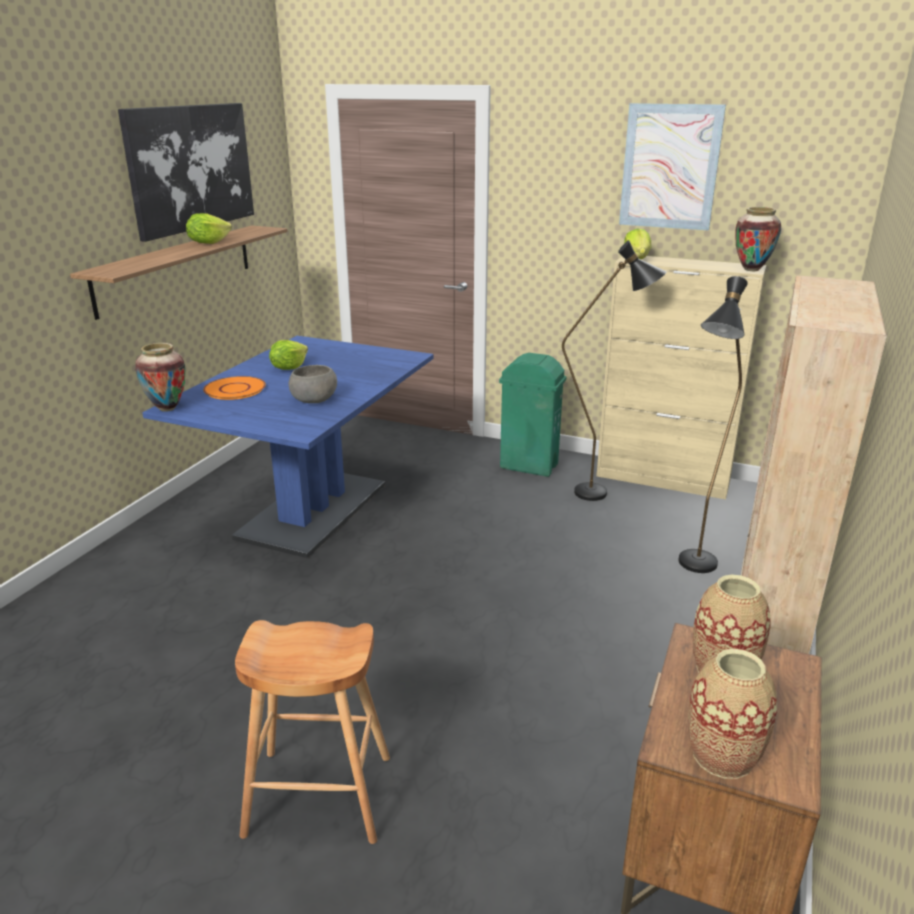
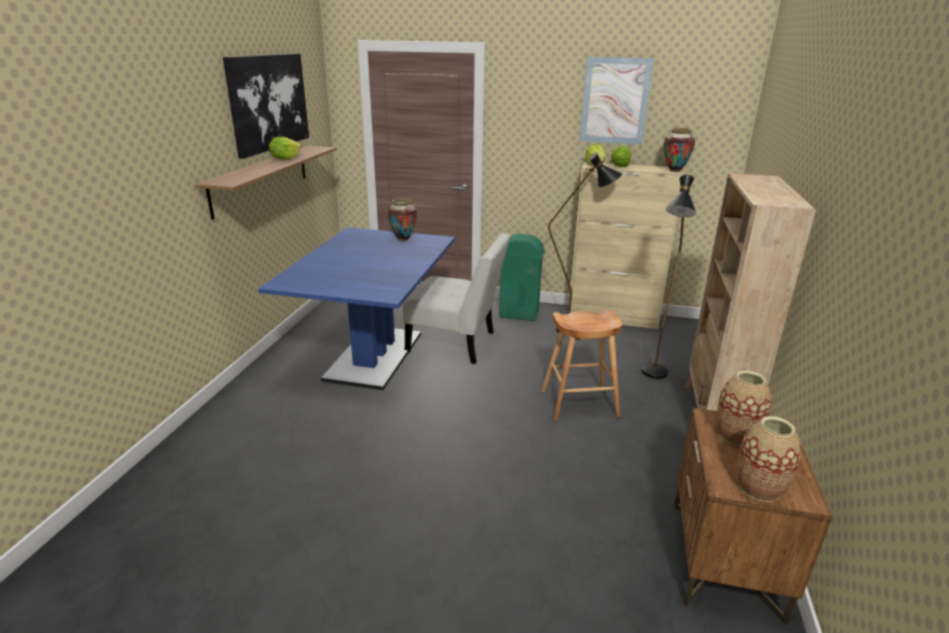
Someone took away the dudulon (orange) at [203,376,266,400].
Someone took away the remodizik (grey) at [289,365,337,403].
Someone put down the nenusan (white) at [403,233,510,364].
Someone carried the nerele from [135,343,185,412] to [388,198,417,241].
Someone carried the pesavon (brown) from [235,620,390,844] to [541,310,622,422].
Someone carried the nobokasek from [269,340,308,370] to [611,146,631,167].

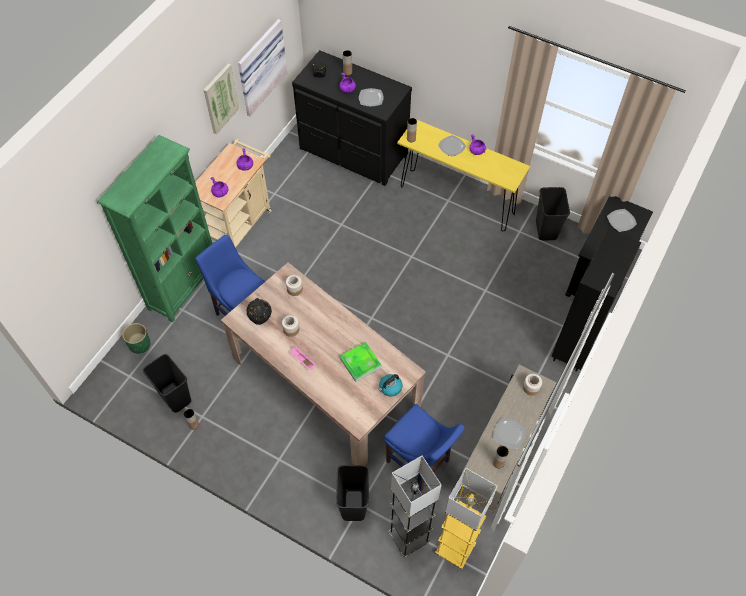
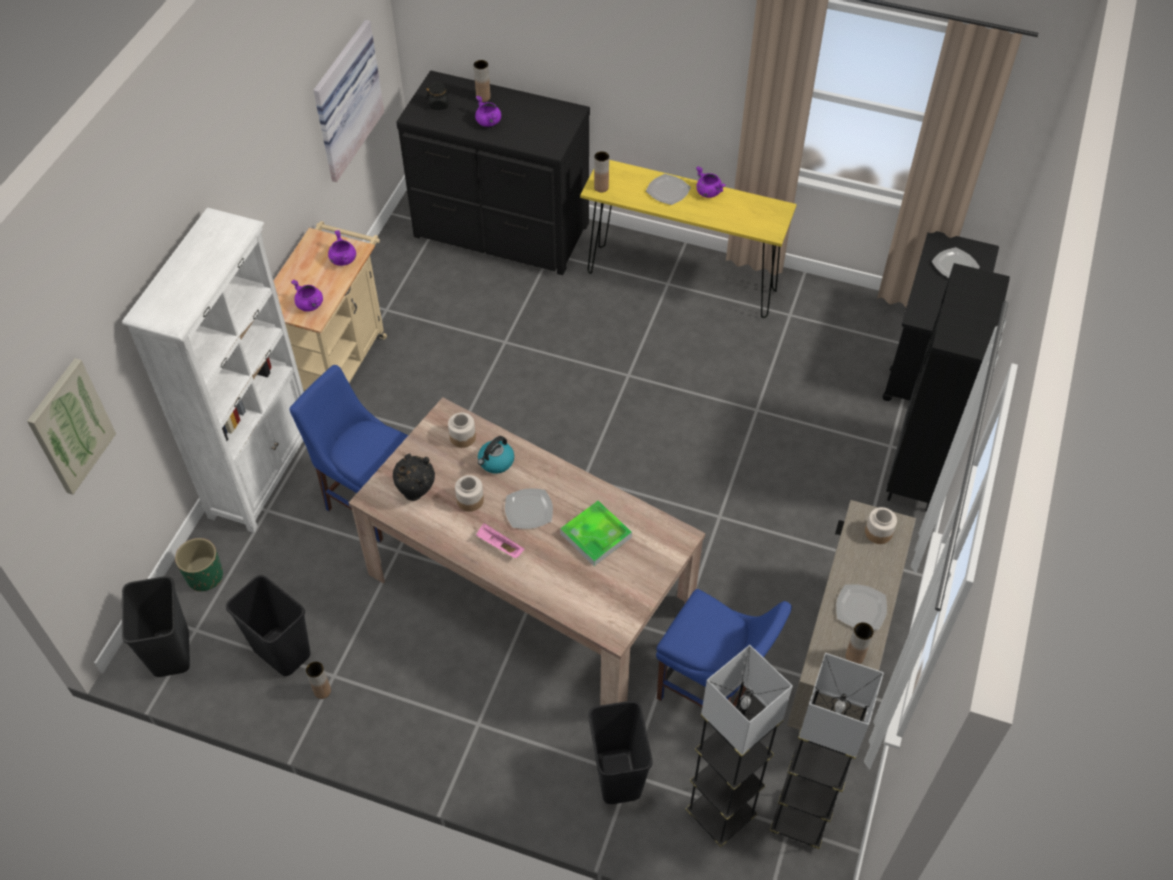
Someone carried the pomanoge from [204,64,239,134] to [27,358,116,495].
Someone carried the dudulon from [359,88,384,107] to [505,488,553,529].
Someone carried the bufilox from [379,374,403,396] to [478,436,514,474].
Someone carried the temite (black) from [536,187,570,241] to [122,576,190,677].
Someone repainted the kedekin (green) at [97,135,212,323], which became the kedekin (white) at [122,208,304,533].
Someone repainted the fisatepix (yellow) at [435,468,498,569], which became the fisatepix (grey) at [770,653,884,849].

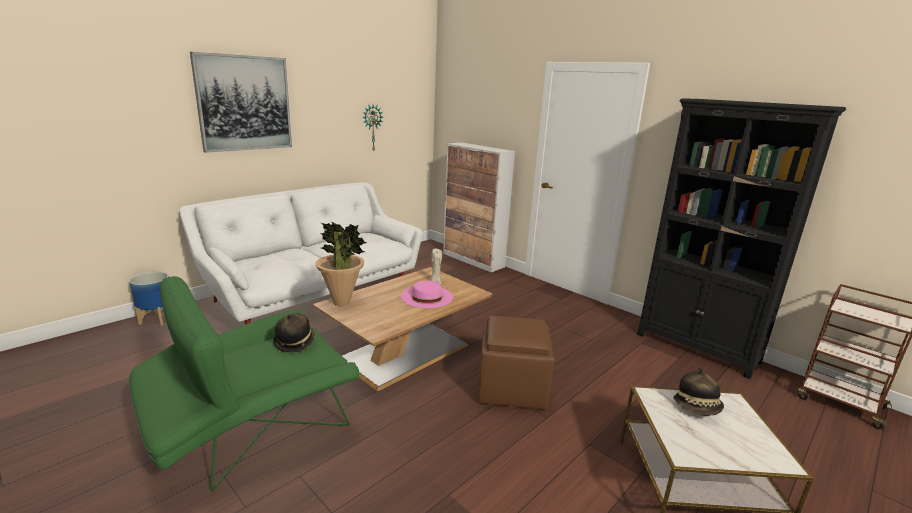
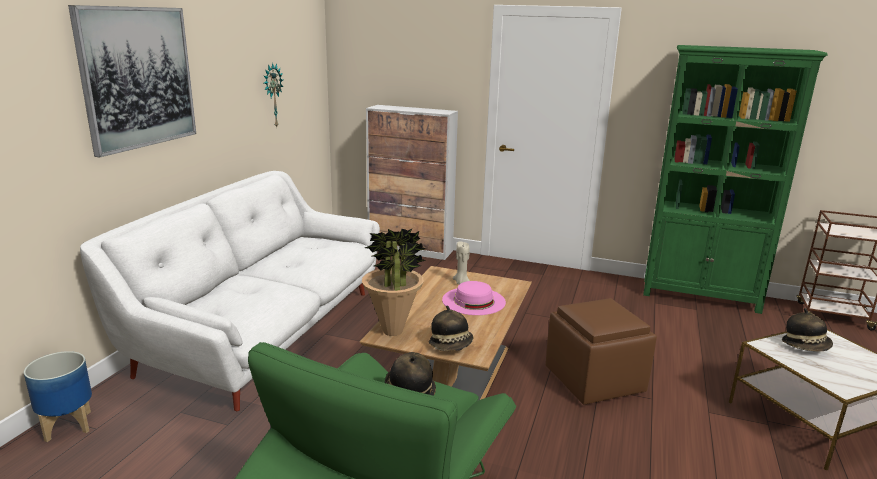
Someone put down the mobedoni at [429,305,473,351].
Someone repainted the kedekin (black) at [637,98,846,379], which became the kedekin (green) at [643,45,828,314].

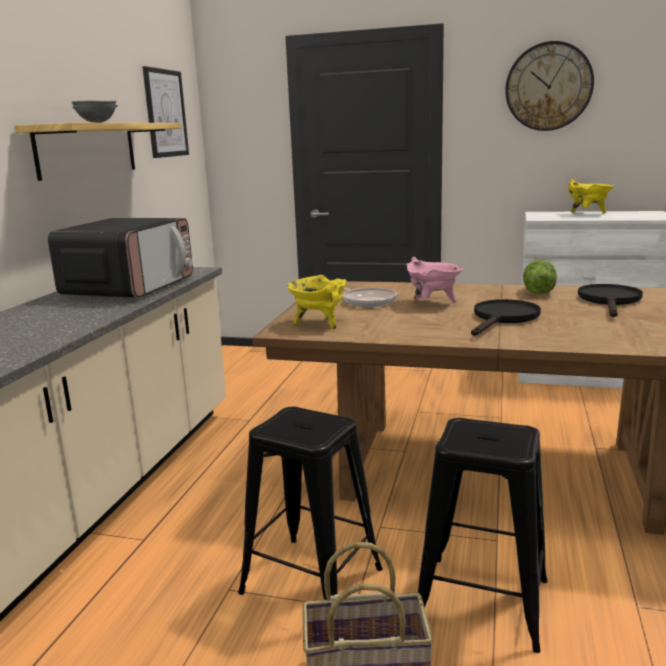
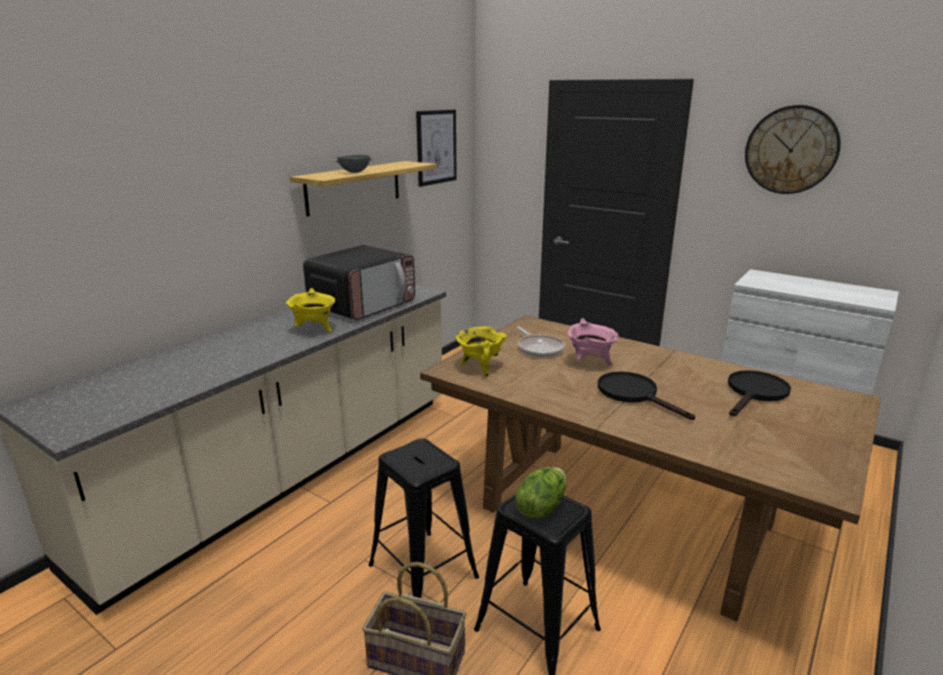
Someone carried the nobokasek from [523,260,557,294] to [515,467,566,519].
Someone carried the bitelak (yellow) from [568,179,614,213] to [286,288,335,332].
Someone rotated the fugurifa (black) at [471,299,541,336] by 90 degrees counterclockwise.

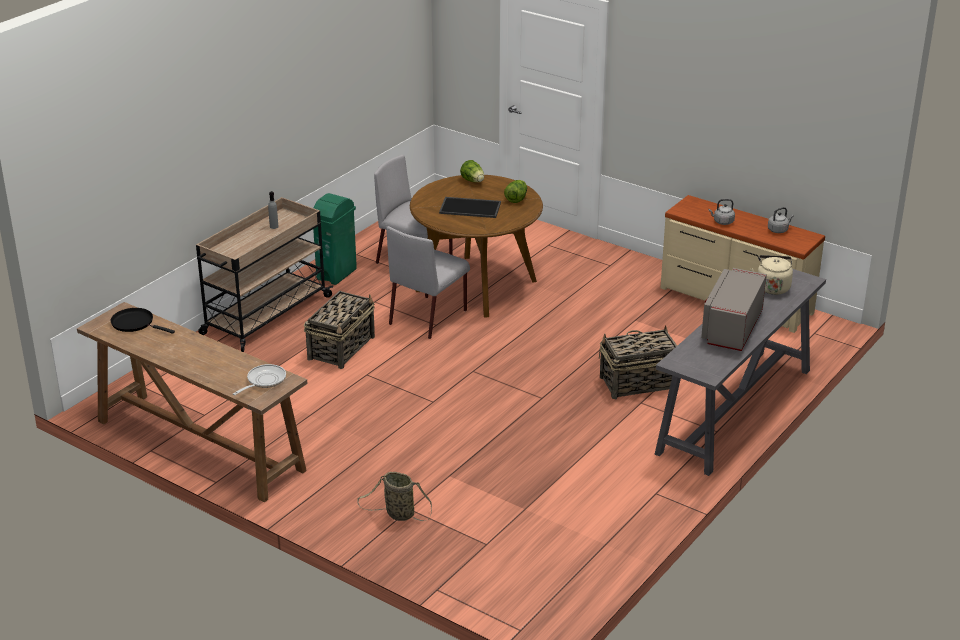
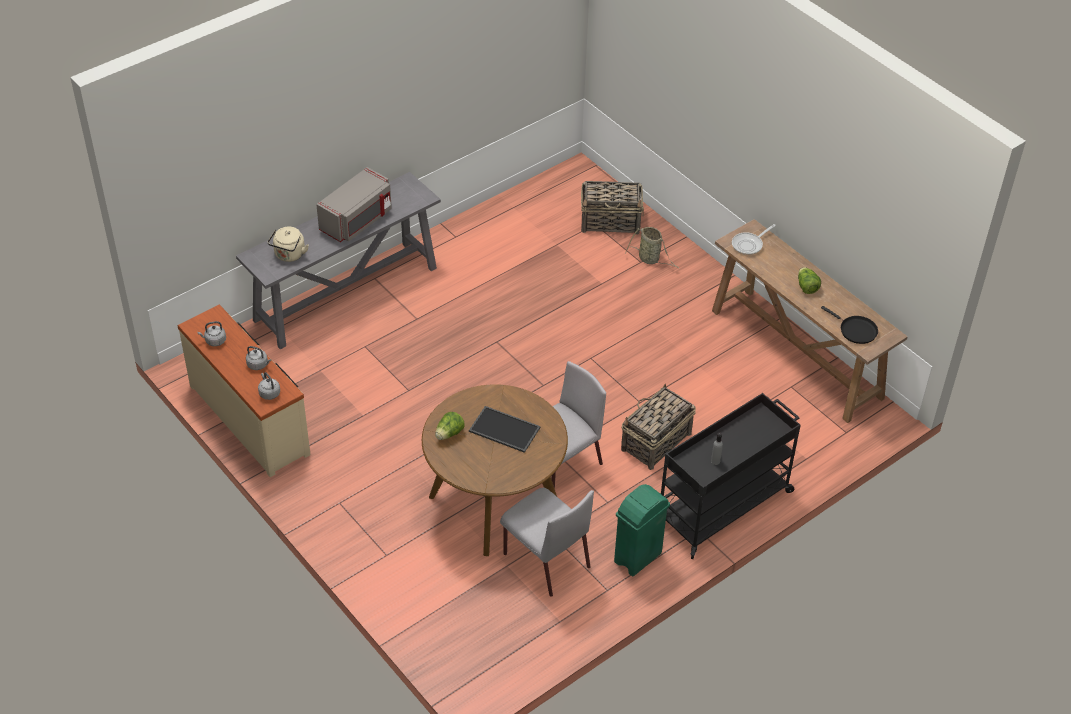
Someone put down the bufilox (grey) at [258,372,280,400].
Someone carried the nobokasek from [460,160,484,182] to [798,267,821,294].
Someone carried the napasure from [599,325,677,399] to [581,181,644,235].
Someone repainted the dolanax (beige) at [196,197,333,352], which became the dolanax (black) at [661,393,801,559].

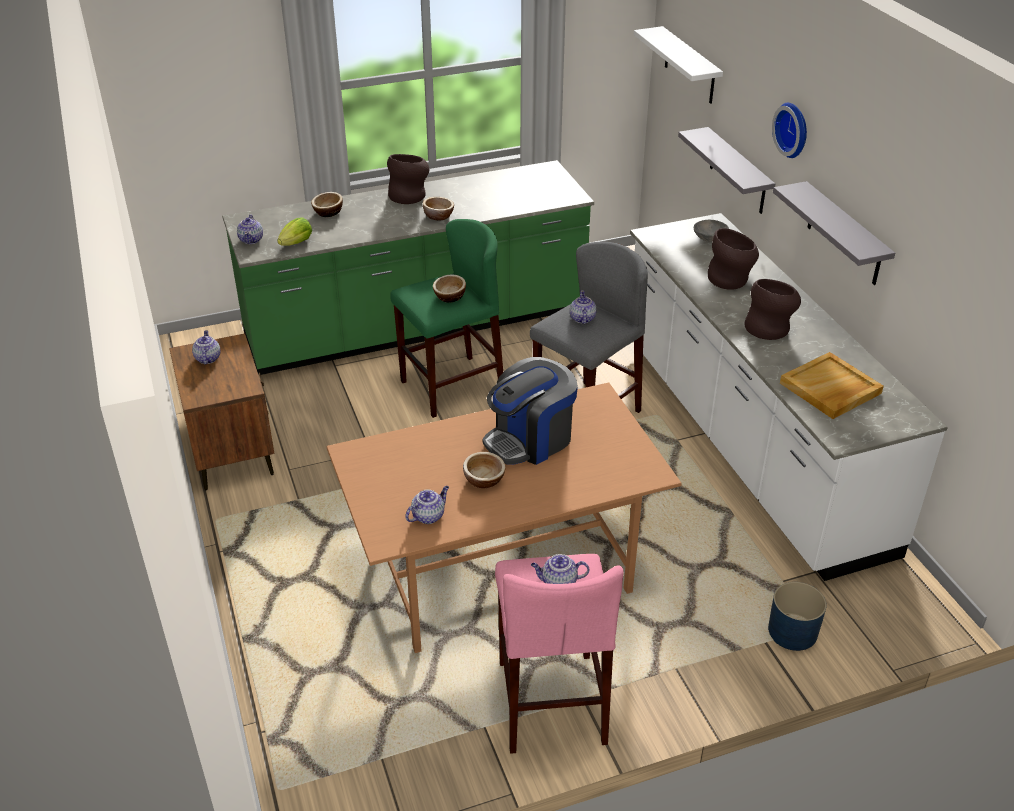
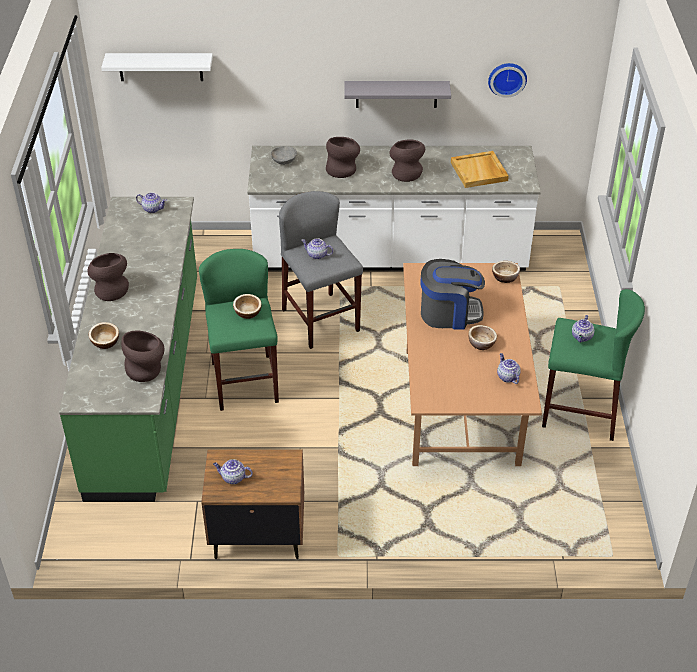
Someone took away the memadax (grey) at [678,127,775,214].
Someone took away the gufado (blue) at [768,582,827,651].
Someone carried the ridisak from [237,215,263,244] to [136,193,167,213].
Someone carried the remodizik from [423,197,454,221] to [492,261,520,283].
Someone carried the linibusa from [772,103,807,158] to [488,63,527,98].
Someone swapped the nobokasek at [277,217,312,246] for the nerele (brown) at [121,331,165,382].
Someone repainted the pesavon (pink) at [495,554,624,754], which became the pesavon (green) at [542,289,645,441].
Someone rotated the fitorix at [482,357,578,465] by 75 degrees counterclockwise.

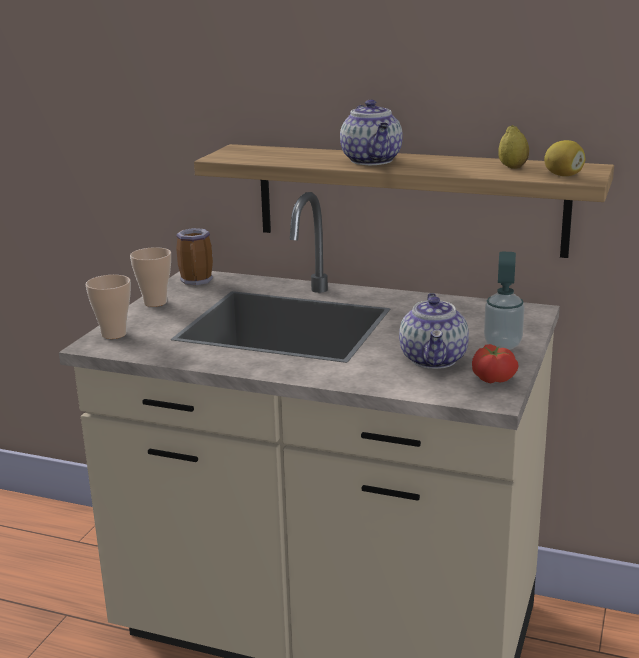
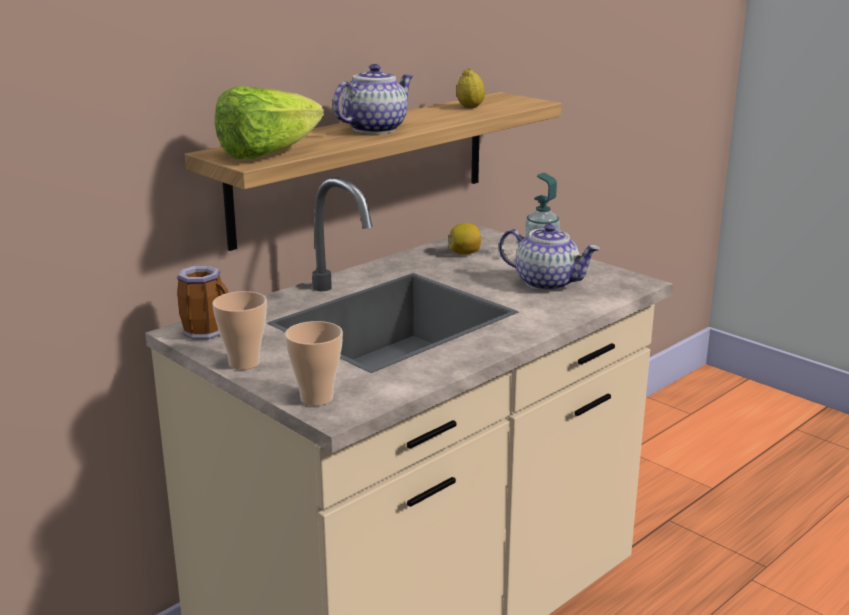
Someone took away the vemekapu at [472,344,519,383].
Someone put down the nobokasek at [215,86,324,159].
Someone carried the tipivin from [544,140,585,176] to [448,223,481,255].
Someone rotated the ridisak at [340,100,403,165] by 60 degrees counterclockwise.

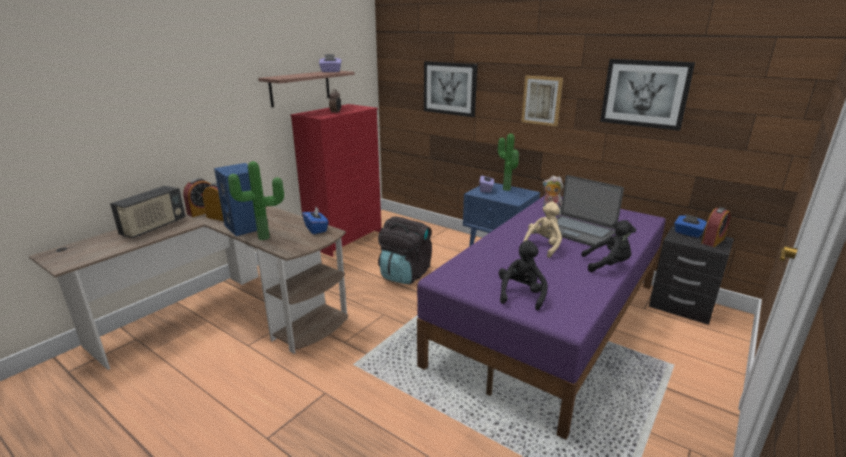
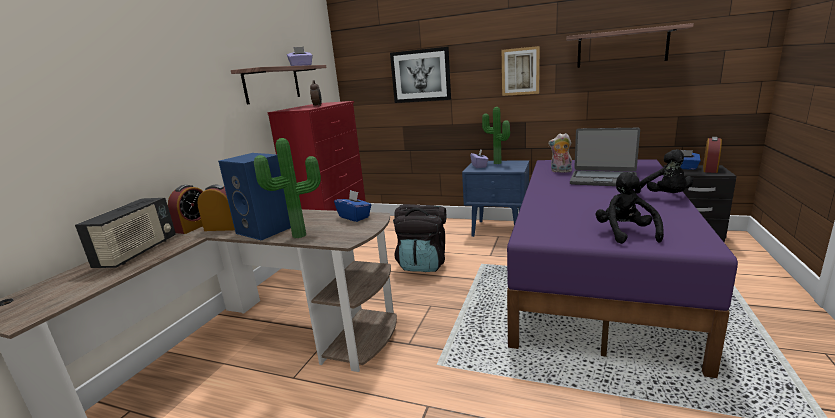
Someone took away the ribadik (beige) at [523,202,562,258].
Someone swapped the pomanoge at [600,59,695,131] for the memadax at [566,23,694,68].
Someone rotated the ribadik (black) at [581,220,636,272] by 90 degrees clockwise.

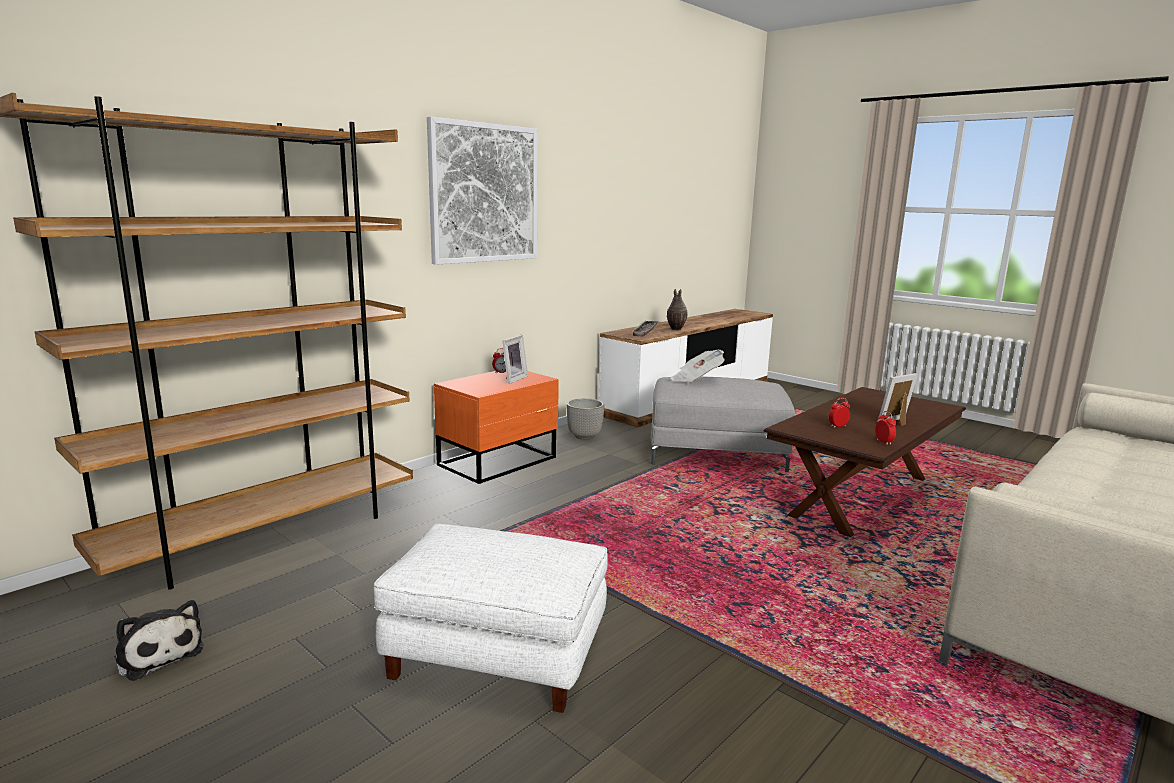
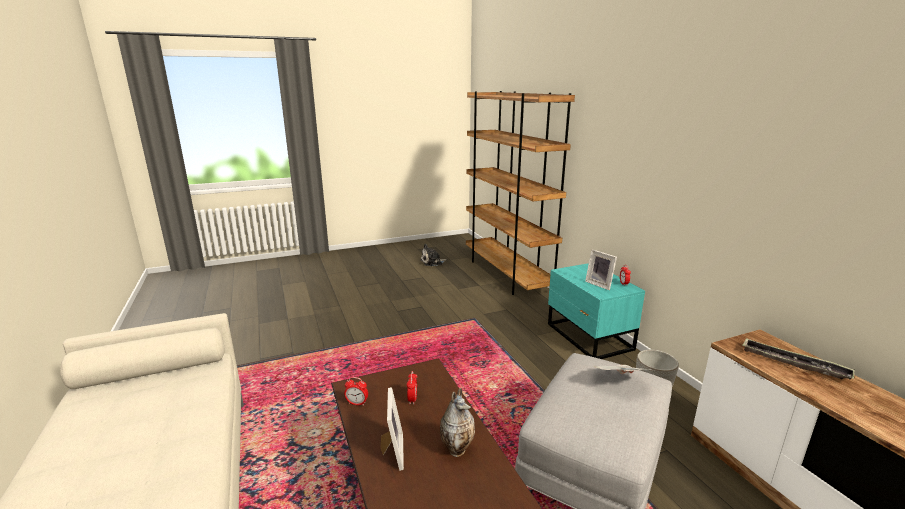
Someone took away the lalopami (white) at [374,524,607,713].
Someone took away the pomanoge at [427,117,538,265].
Someone carried the nerele from [667,289,688,330] to [440,388,475,457].
Someone repainted the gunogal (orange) at [434,371,559,484], which became the gunogal (turquoise) at [548,263,645,359].

